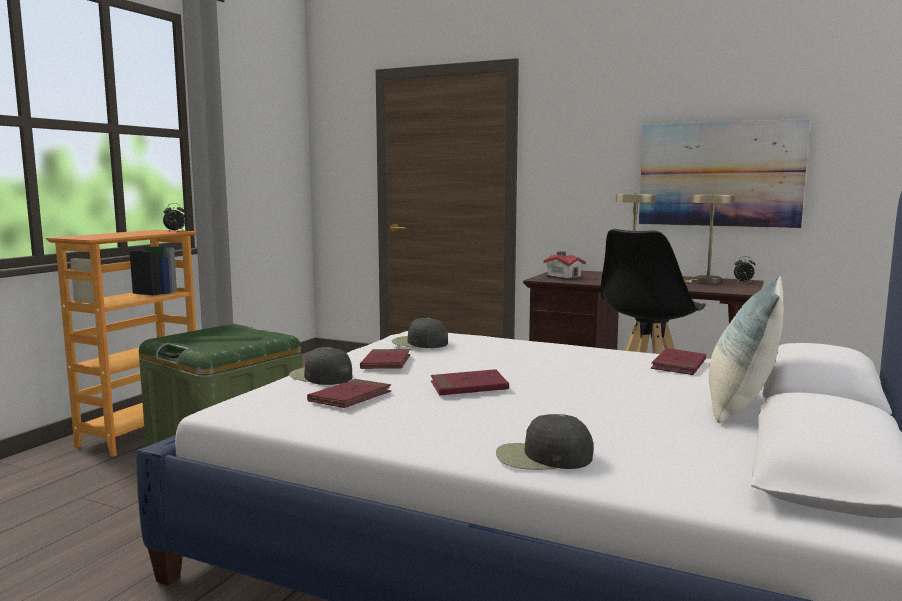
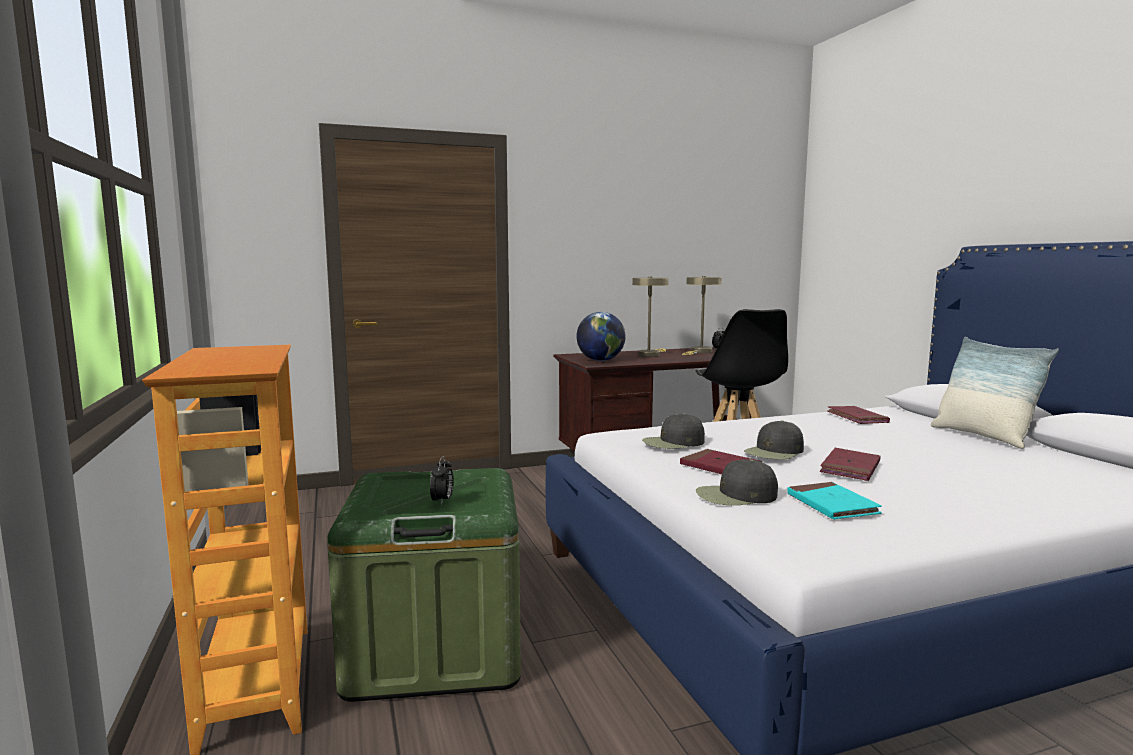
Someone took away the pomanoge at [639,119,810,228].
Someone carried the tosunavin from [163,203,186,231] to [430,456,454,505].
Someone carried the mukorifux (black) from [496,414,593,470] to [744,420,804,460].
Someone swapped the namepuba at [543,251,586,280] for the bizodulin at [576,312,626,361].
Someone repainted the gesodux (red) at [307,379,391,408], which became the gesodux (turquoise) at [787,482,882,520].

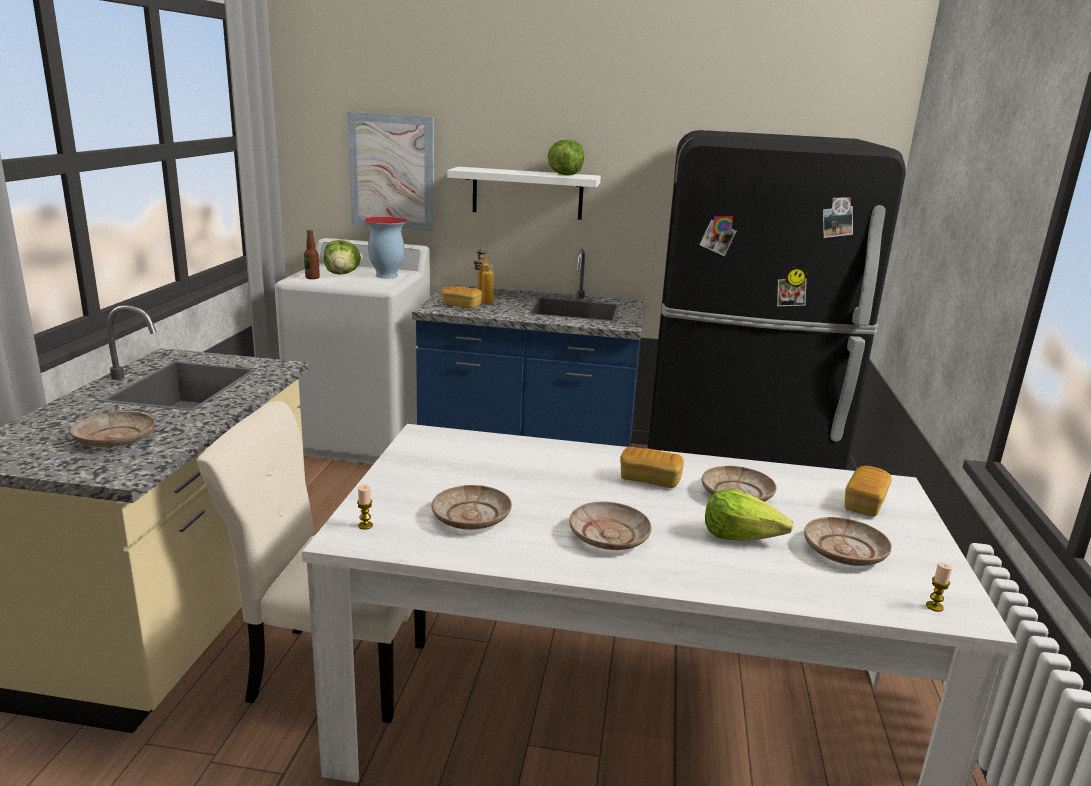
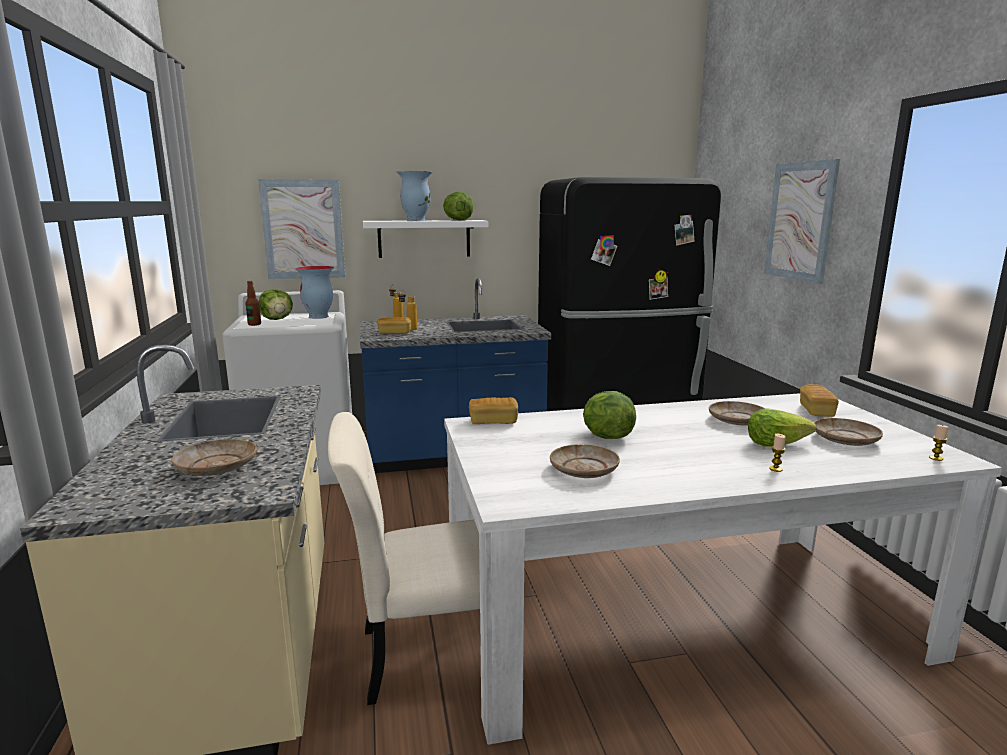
Someone took away the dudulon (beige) at [569,501,652,550].
Someone put down the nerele at [397,171,432,221].
Someone put down the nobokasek at [583,391,636,439].
Someone put up the pomanoge at [764,159,840,284].
Someone carried the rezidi from [357,484,373,530] to [769,434,786,472].
Someone carried the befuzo from [620,447,684,488] to [469,397,518,424].

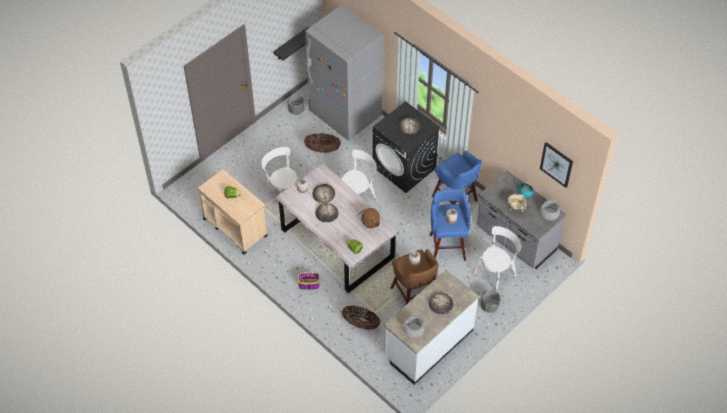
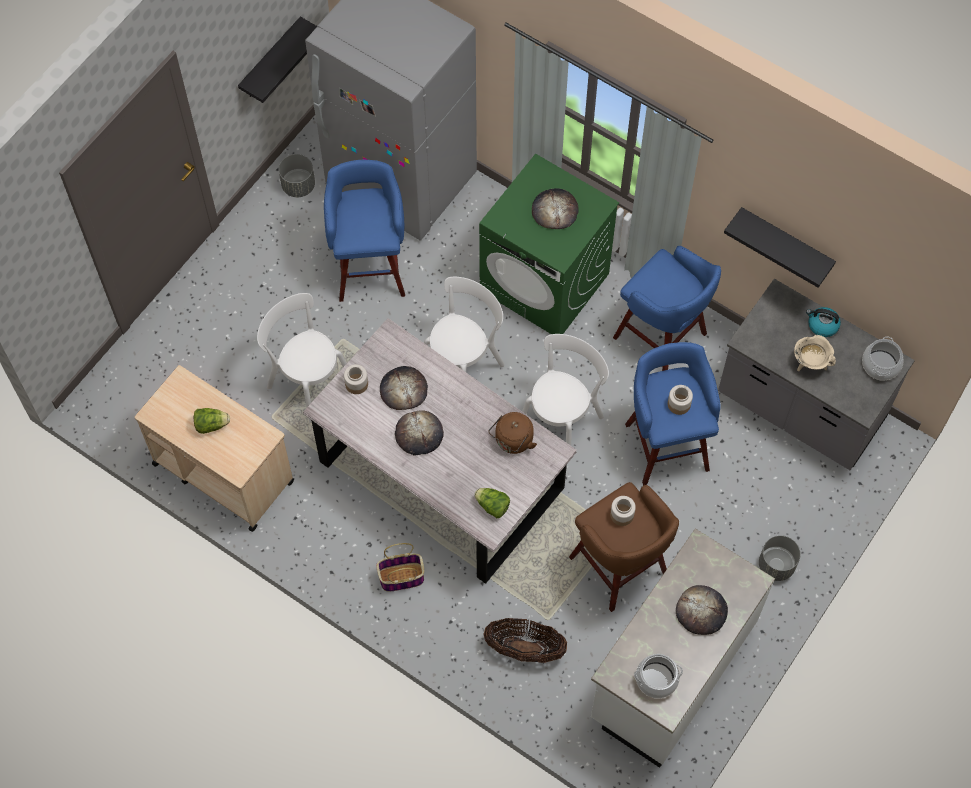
Someone took away the pomanoge at [540,142,573,188].
Someone put up the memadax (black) at [724,207,836,288].
Someone carried the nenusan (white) from [473,226,521,292] to [522,334,609,462].
Someone swapped the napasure at [304,133,341,153] for the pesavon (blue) at [324,160,405,302].
Someone repainted the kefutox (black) at [373,101,440,193], which became the kefutox (green) at [479,153,619,334].

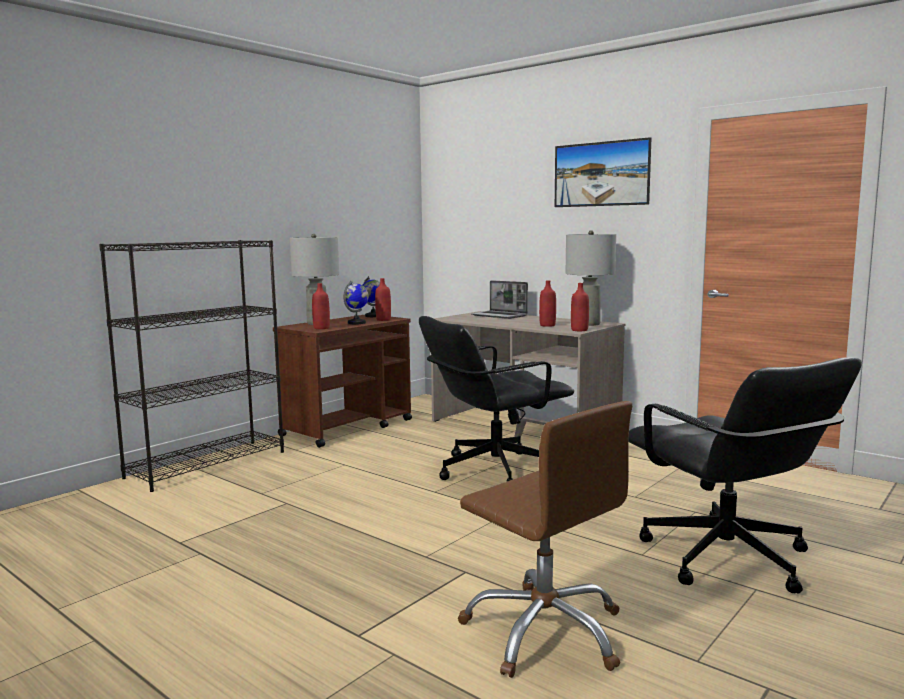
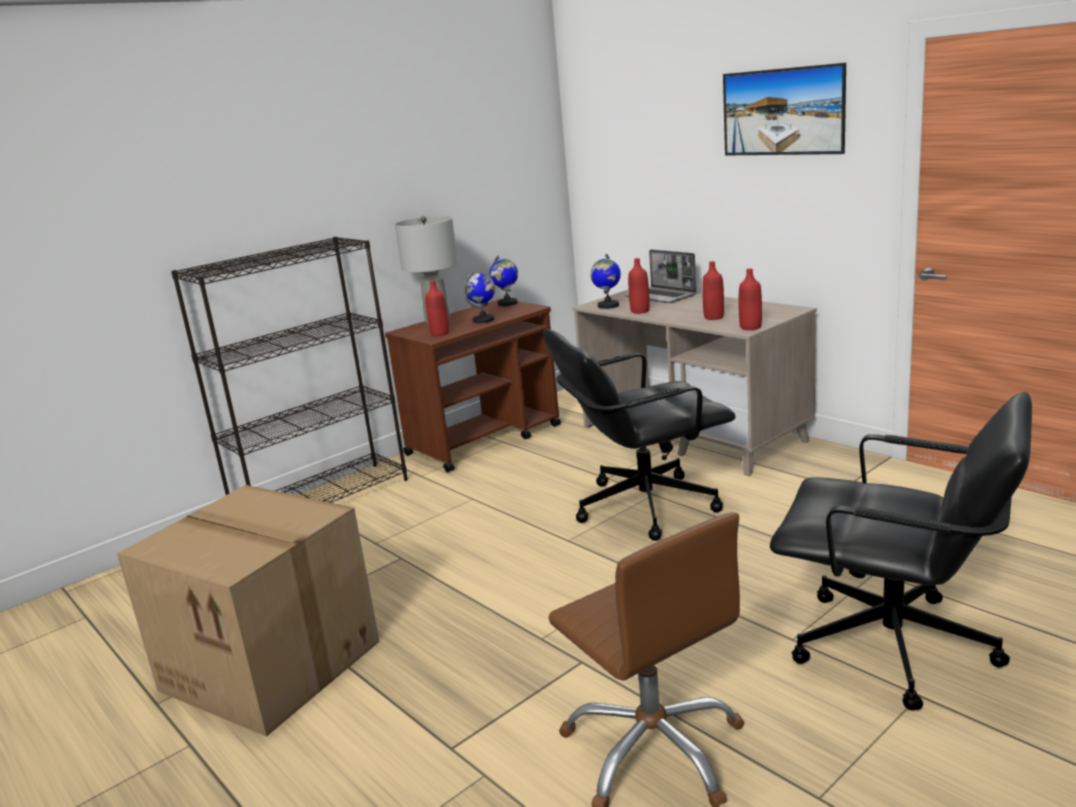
Someone took away the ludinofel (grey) at [565,230,616,326].
Someone put down the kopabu at [117,485,379,737].
Someone put down the bizodulin at [590,254,621,309].
Someone carried the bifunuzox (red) from [375,278,391,321] to [628,258,650,314].
Someone rotated the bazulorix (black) at [628,357,862,594] by 45 degrees counterclockwise.

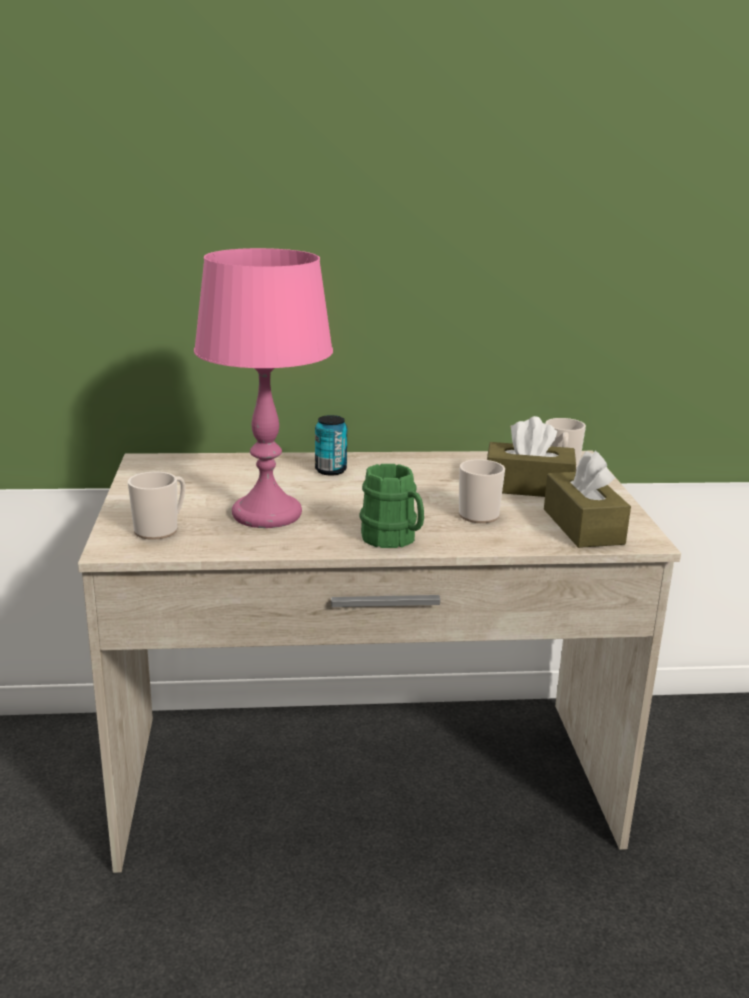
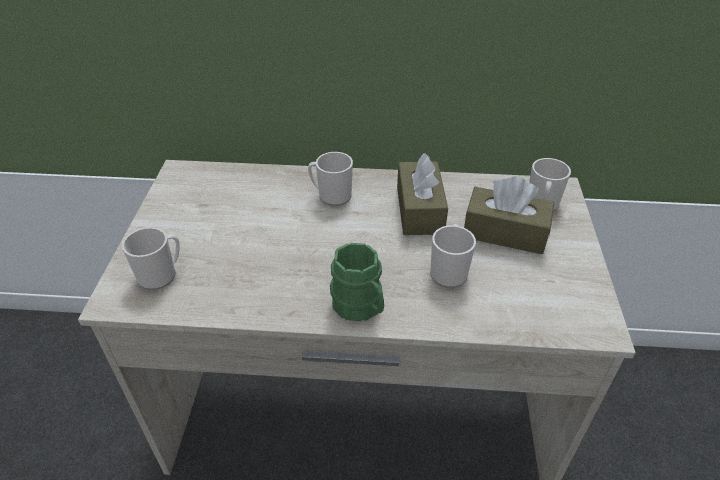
Someone took away the ludinofel (pink) at [194,248,333,528].
Someone carried the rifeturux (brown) from [544,451,631,548] to [397,153,448,235].
Someone swapped the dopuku at [315,415,347,476] for the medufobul at [308,152,353,206].

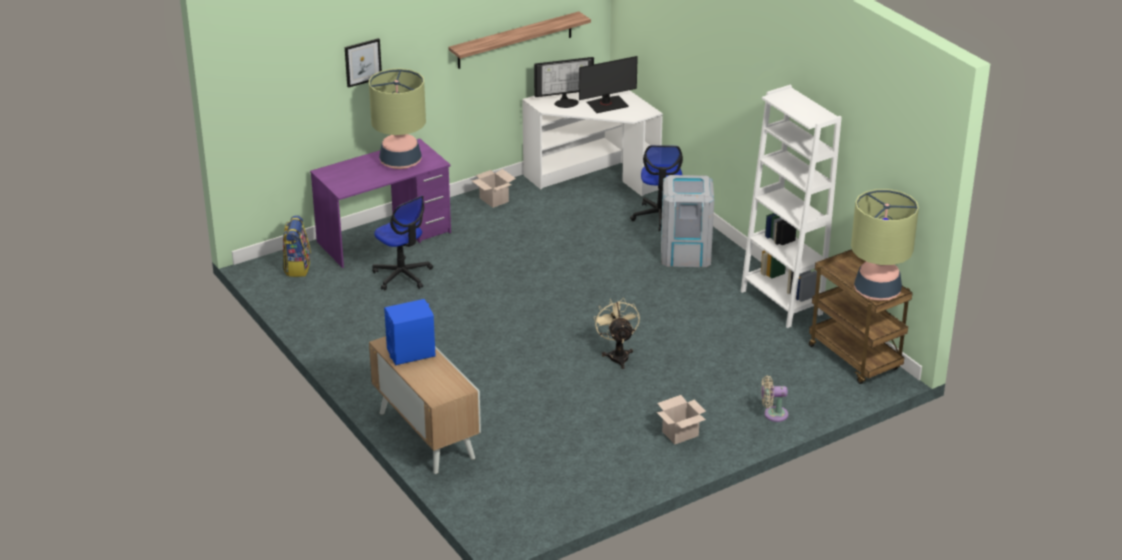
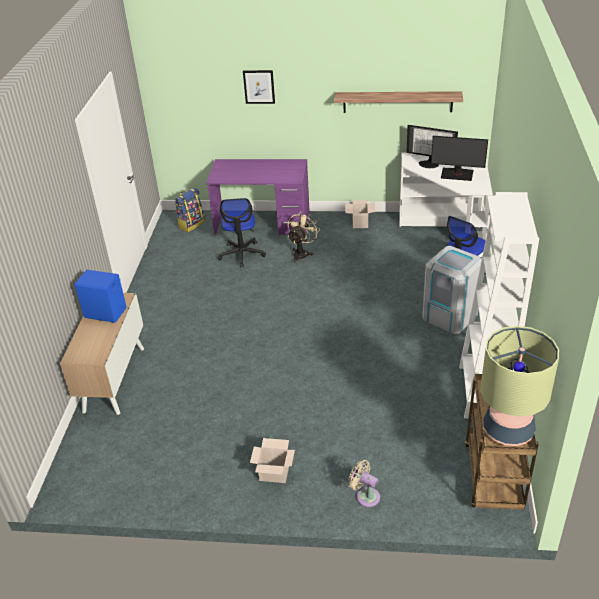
Someone took away the ludinofel at [369,68,426,169].
Someone carried the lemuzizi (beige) from [594,298,640,369] to [288,211,319,263].

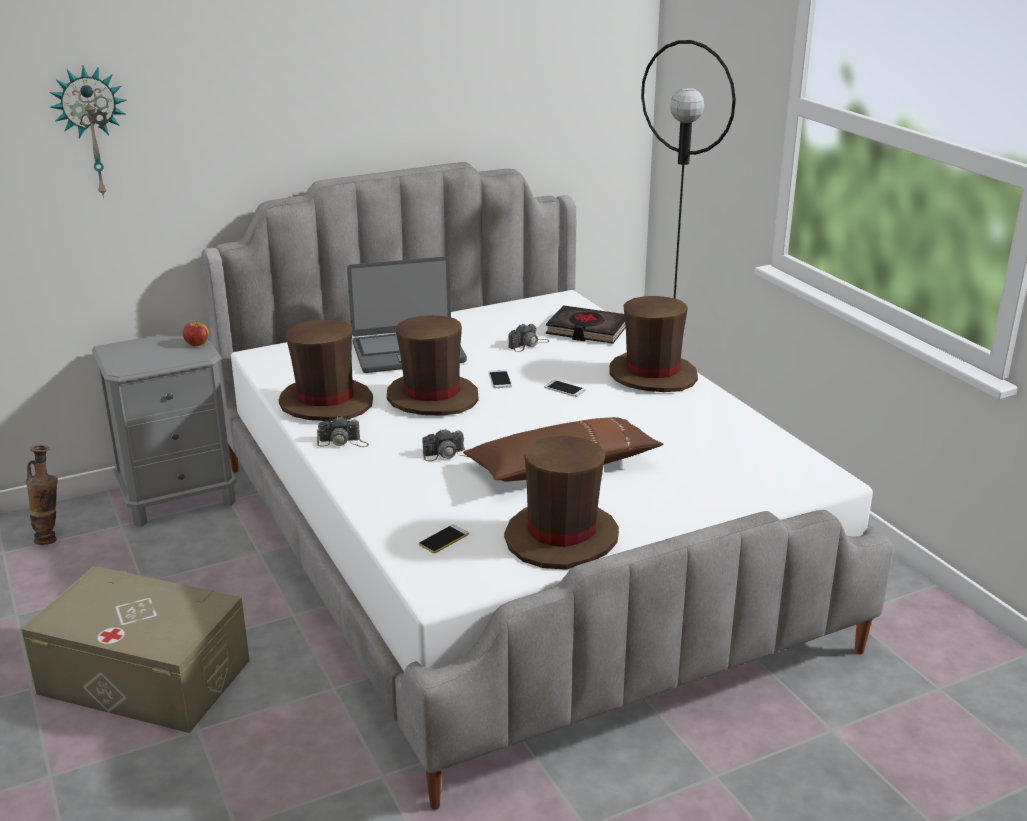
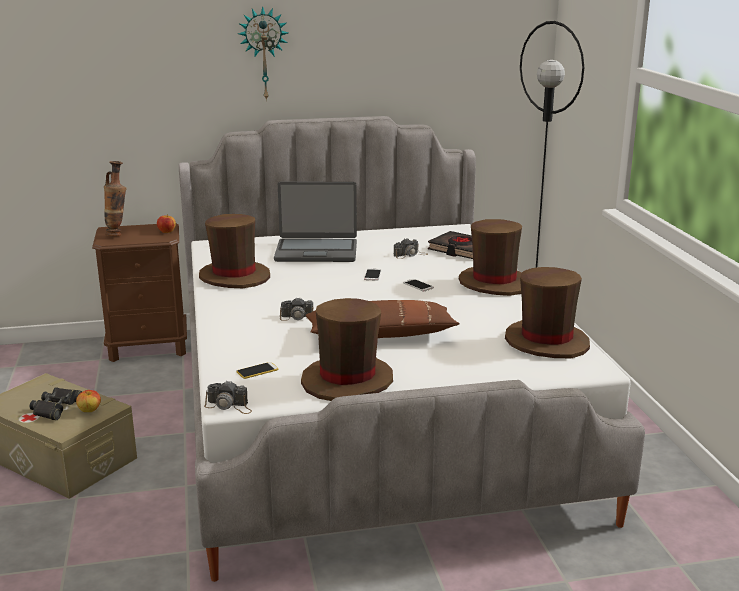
Someone put down the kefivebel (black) at [30,387,82,420].
Someone put down the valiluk at [76,390,101,412].
Someone carried the nerele from [26,445,58,545] to [104,161,127,236].
Someone carried the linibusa from [50,66,126,198] to [238,6,288,101].
Someone carried the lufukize from [317,416,369,447] to [204,381,252,414].
Someone carried the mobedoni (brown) from [387,315,479,416] to [505,267,590,358].
Someone repainted the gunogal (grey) at [92,331,237,527], which became the gunogal (brown) at [92,223,187,362].

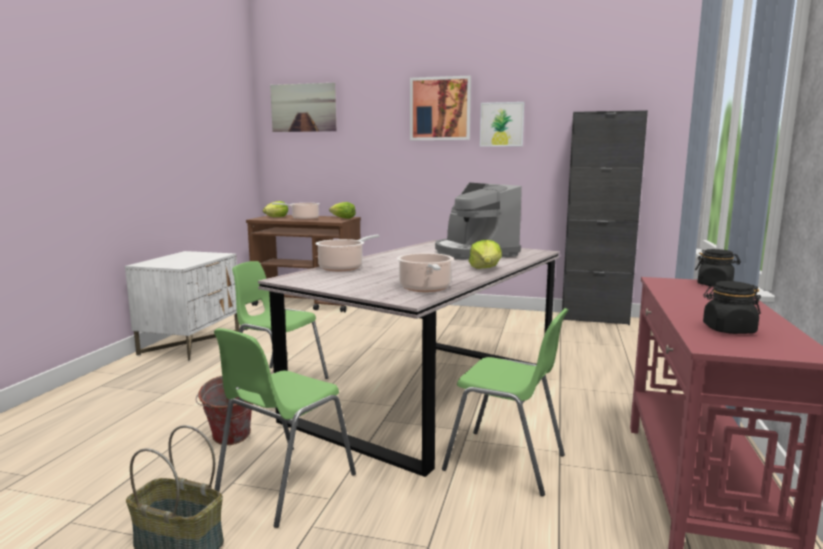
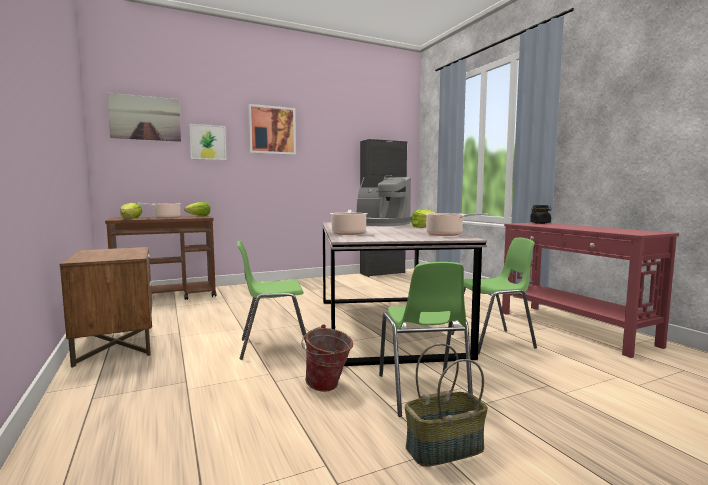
Someone took away the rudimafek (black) at [703,281,761,334].
Someone carried the pomanoge from [480,102,524,147] to [189,124,227,160].
Someone repainted the gunogal (white) at [125,251,239,361], which became the gunogal (brown) at [60,247,152,367].

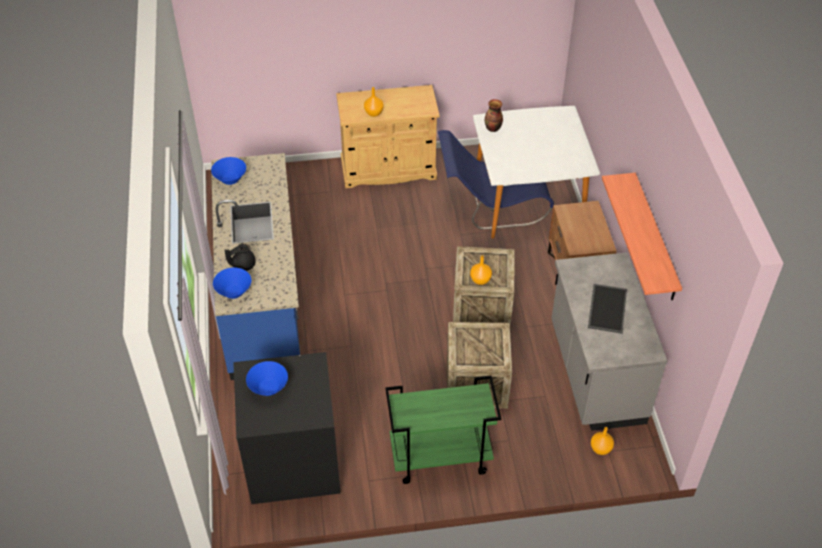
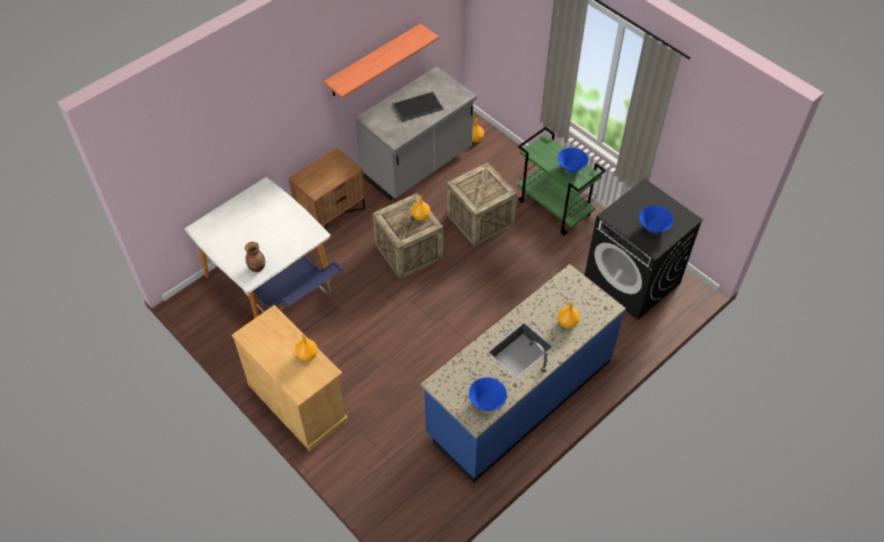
Someone carried the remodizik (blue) from [213,267,251,299] to [557,148,588,173].
Someone swapped the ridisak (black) at [225,243,256,271] for the nerele (orange) at [558,302,580,328].

